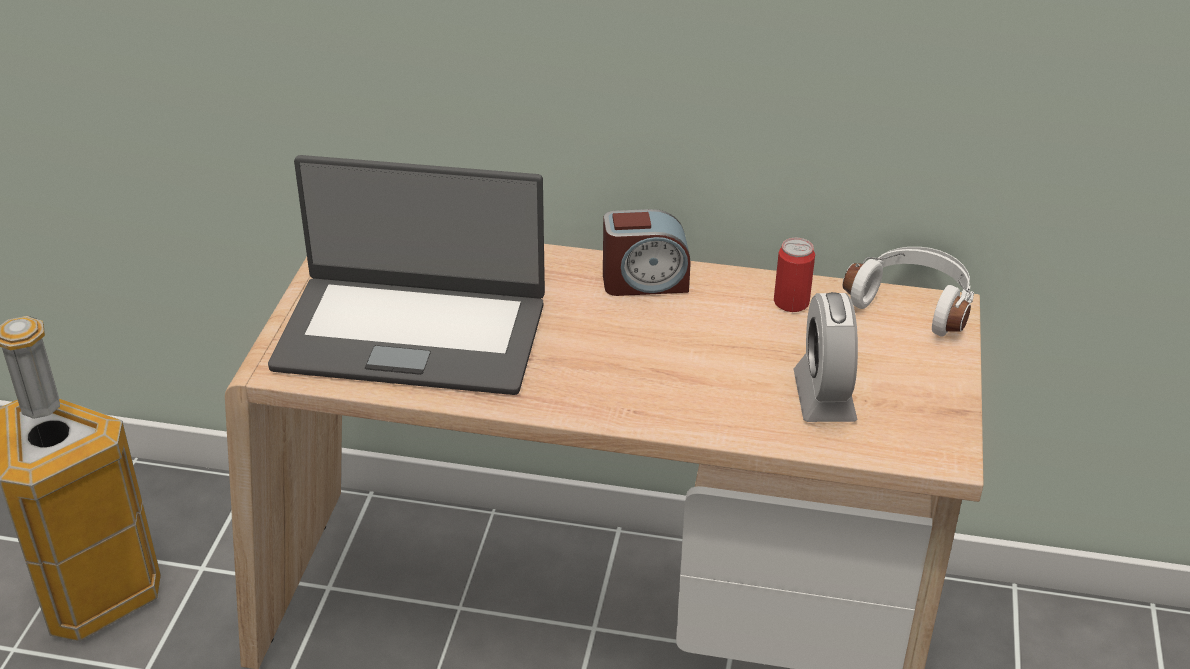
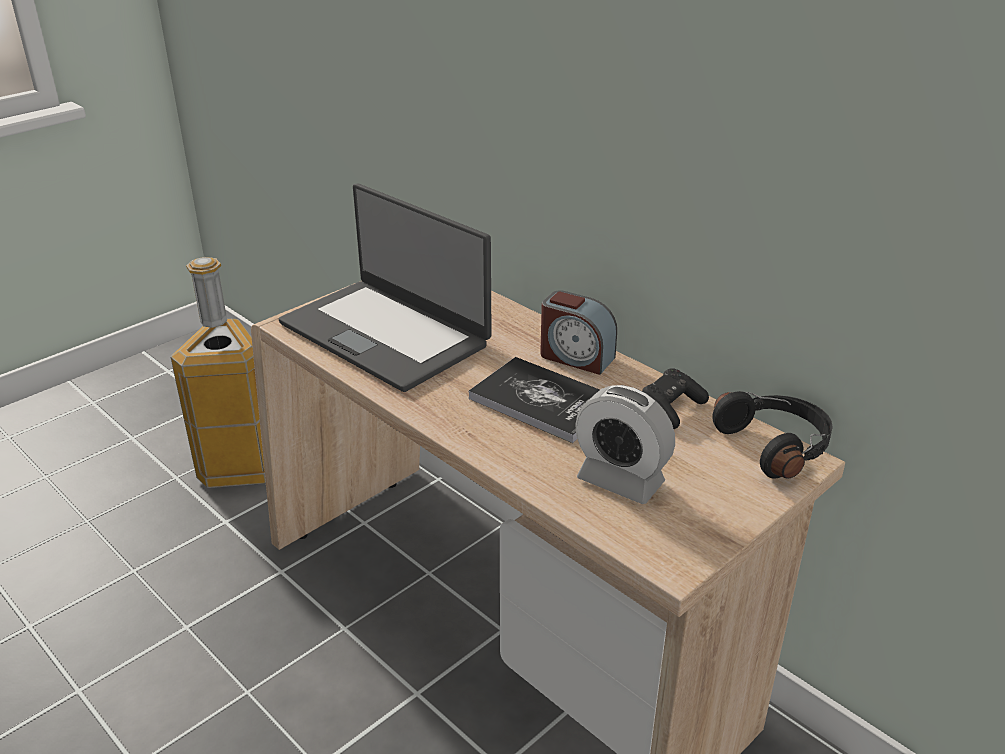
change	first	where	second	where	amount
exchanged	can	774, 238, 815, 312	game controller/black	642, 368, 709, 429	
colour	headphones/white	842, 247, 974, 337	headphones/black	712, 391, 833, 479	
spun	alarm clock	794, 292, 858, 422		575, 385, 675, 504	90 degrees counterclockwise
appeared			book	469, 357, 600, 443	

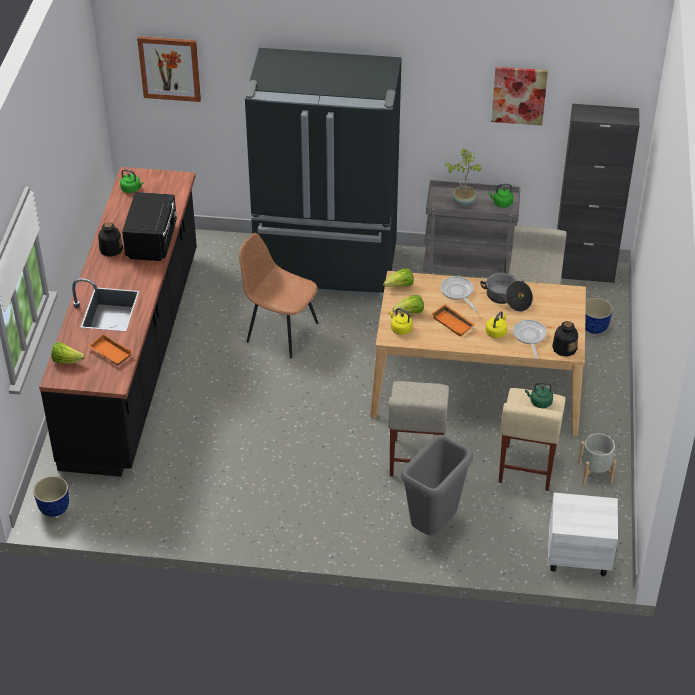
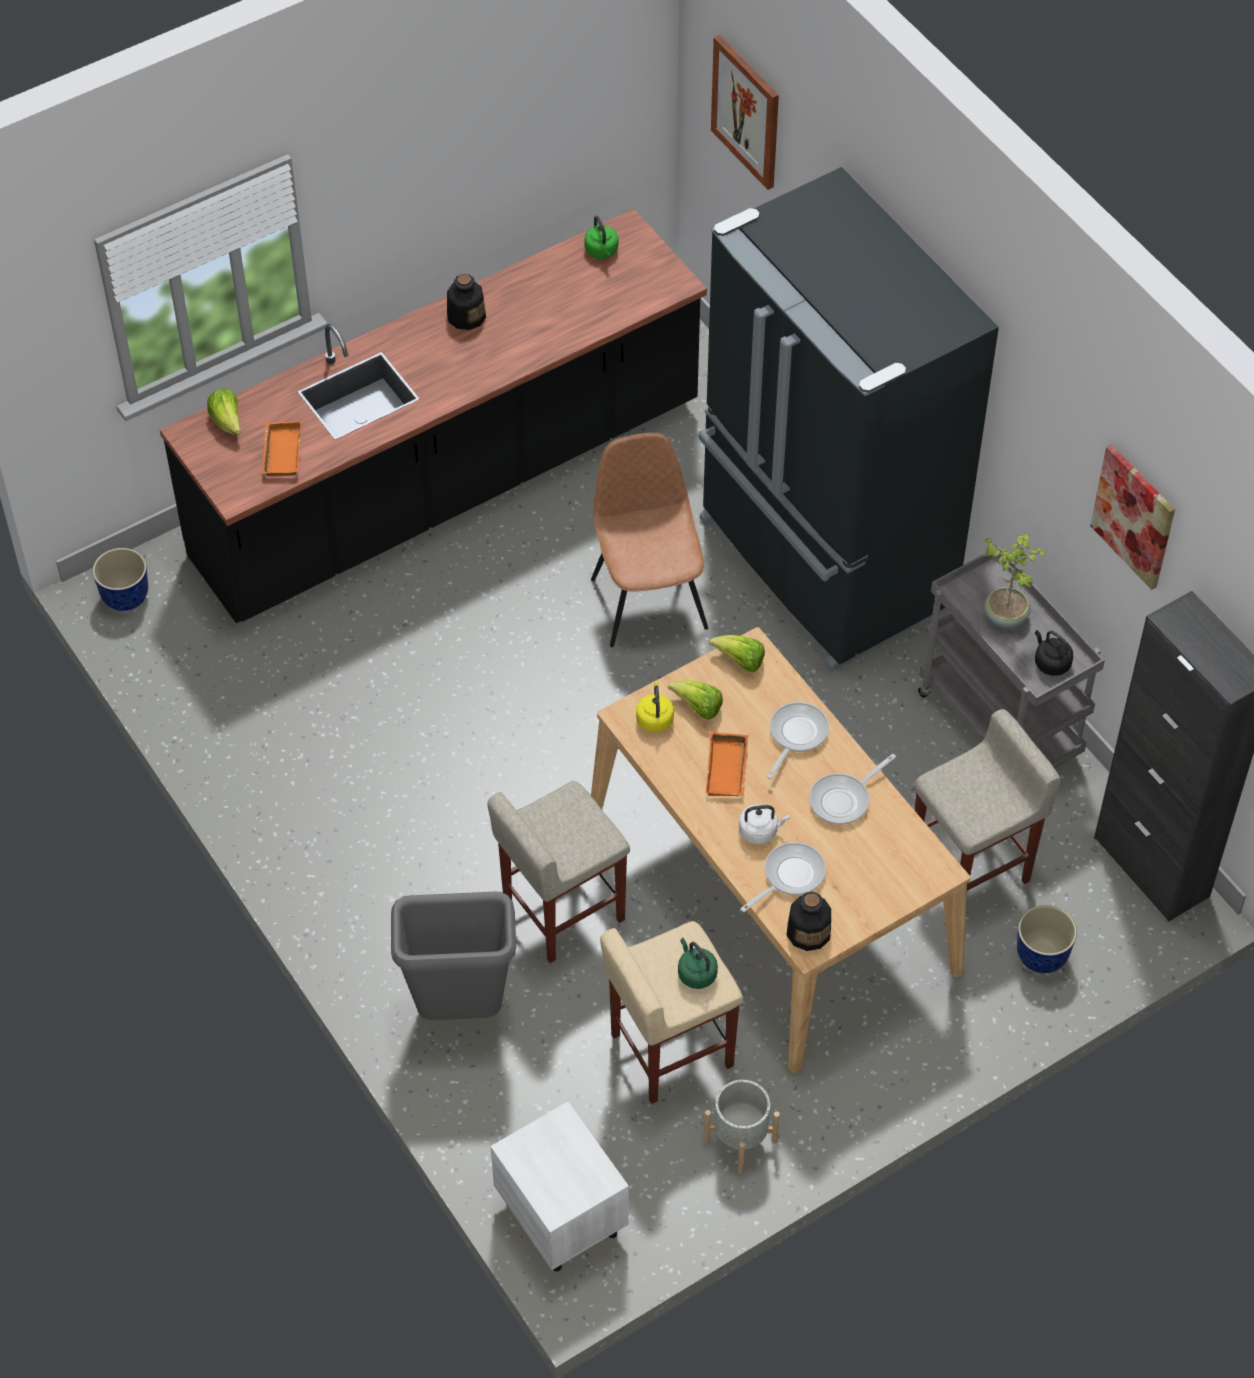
change	first	where	second	where	amount
colour	kettle/green	488, 184, 513, 208	kettle/black	1035, 630, 1073, 676	
missing	microwave/black	122, 192, 177, 261			
exchanged	cooking pot	480, 272, 533, 312	frying pan	809, 754, 896, 825	
colour	kettle/yellow	486, 311, 507, 338	kettle/white	739, 804, 790, 844	

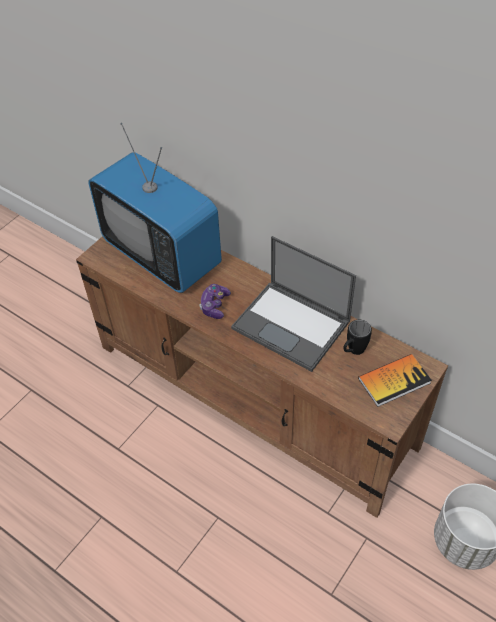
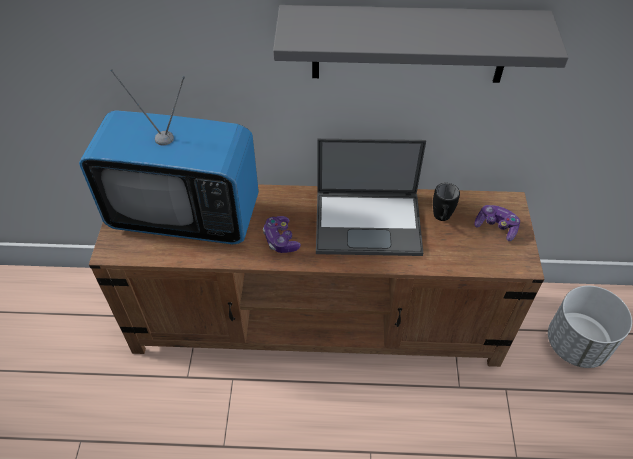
change	first	where	second	where	amount
exchanged	book	358, 354, 432, 407	game controller	474, 205, 520, 241	
appeared			shelf/grey	273, 5, 569, 83	

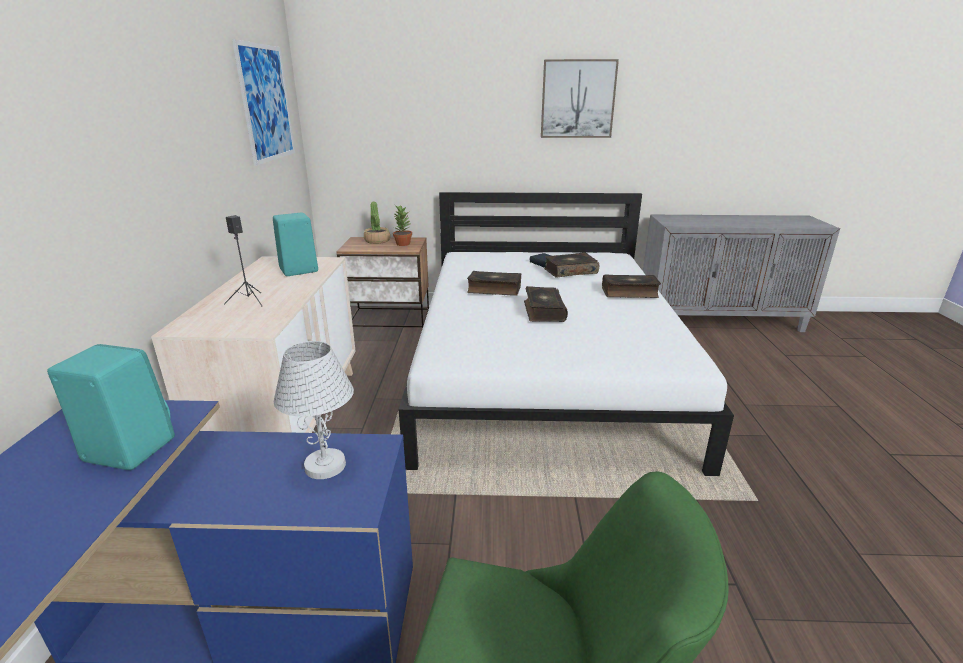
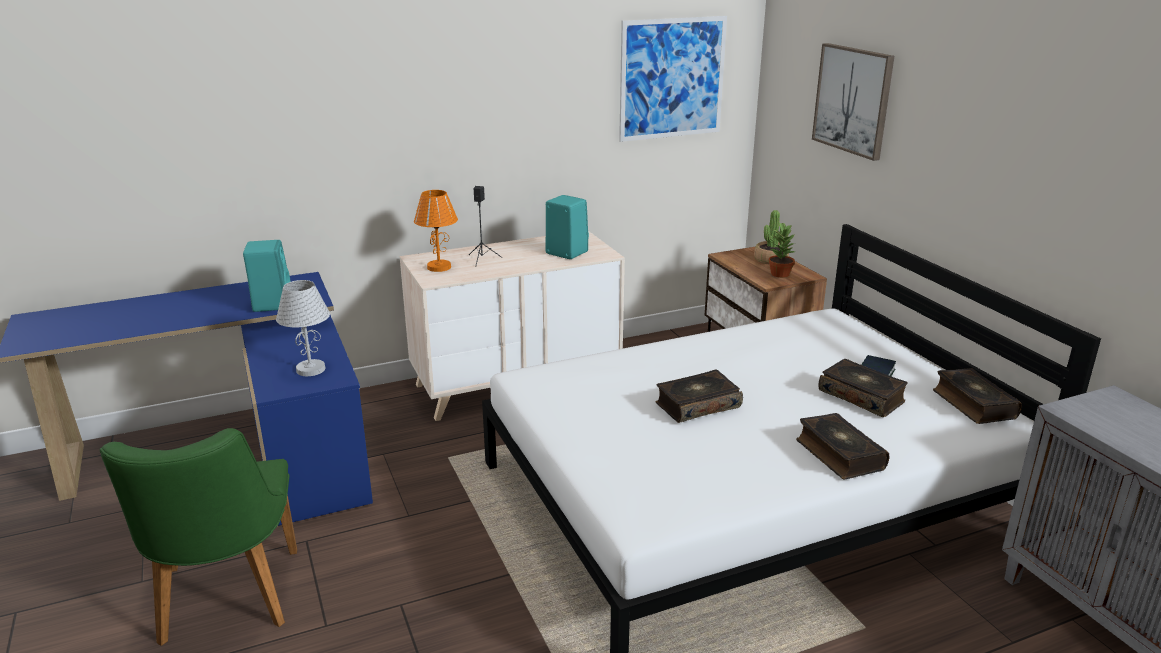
change	first	where	second	where	amount
relocated	picture	541, 59, 619, 138		812, 43, 894, 161	
relocated	book	467, 271, 521, 296		933, 368, 1022, 424	
appeared			table lamp/orange	414, 190, 458, 272	

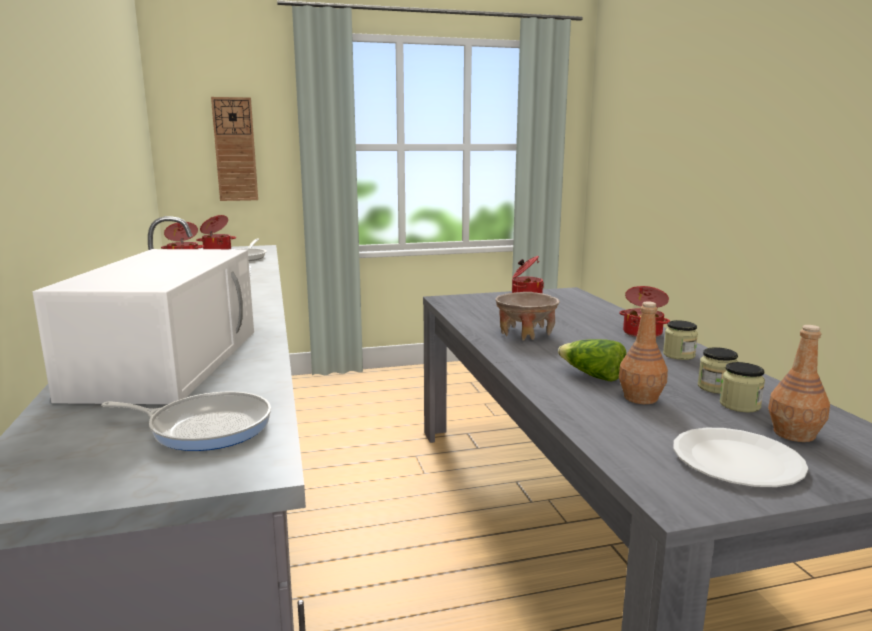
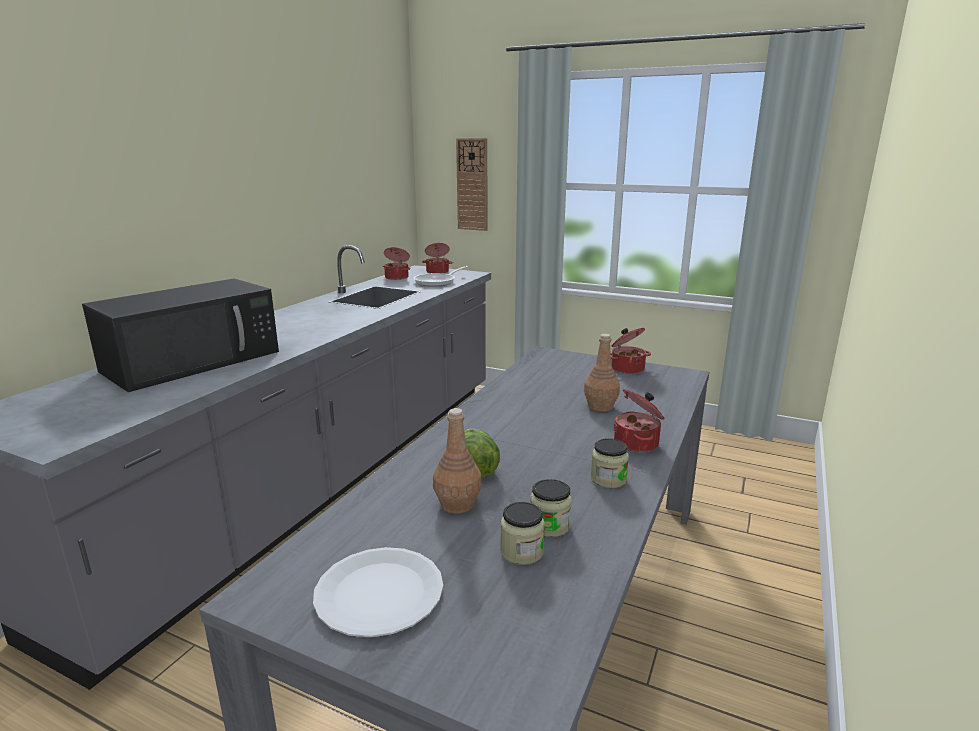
change	first	where	second	where	amount
colour	microwave/white	33, 249, 254, 404	microwave/black	82, 278, 279, 392	
missing	bowl/beige	496, 292, 560, 341			
relocated	bottle/brown	768, 325, 830, 442		584, 334, 620, 412	
missing	frying pan	101, 392, 271, 451			

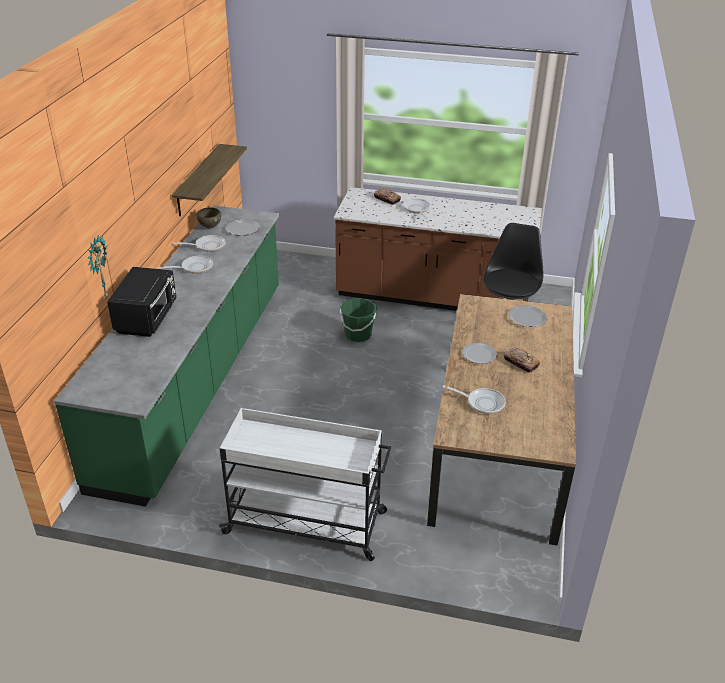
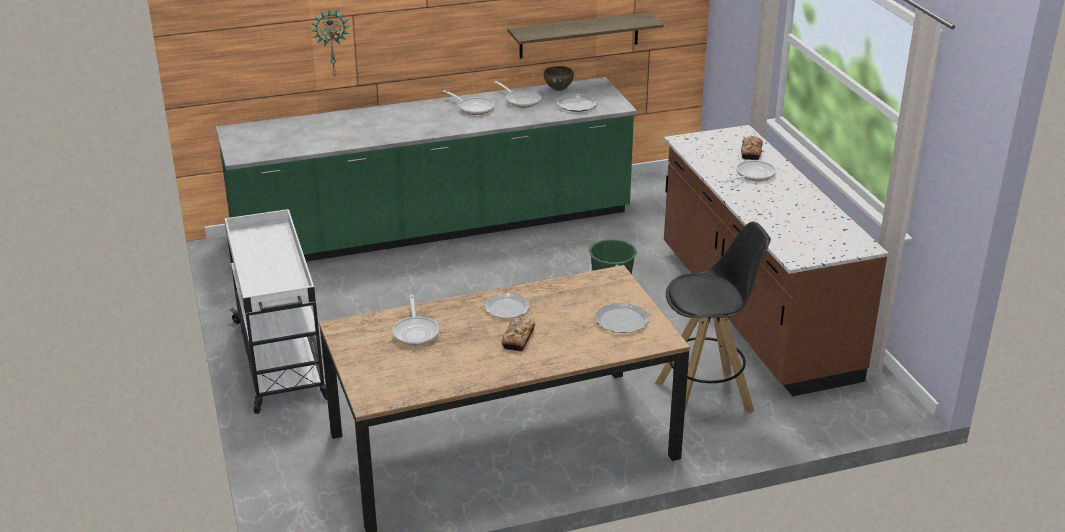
change	first	where	second	where	amount
missing	microwave/black	107, 267, 176, 337			

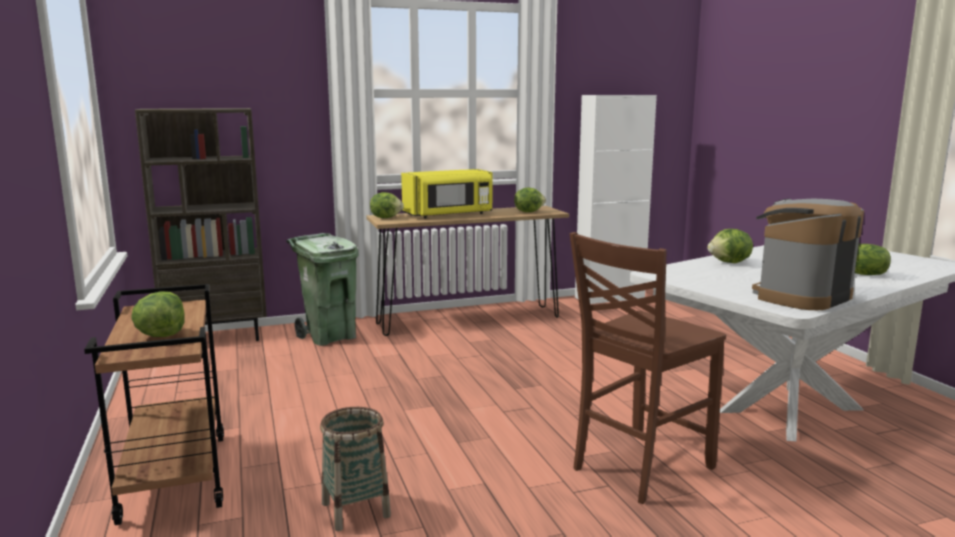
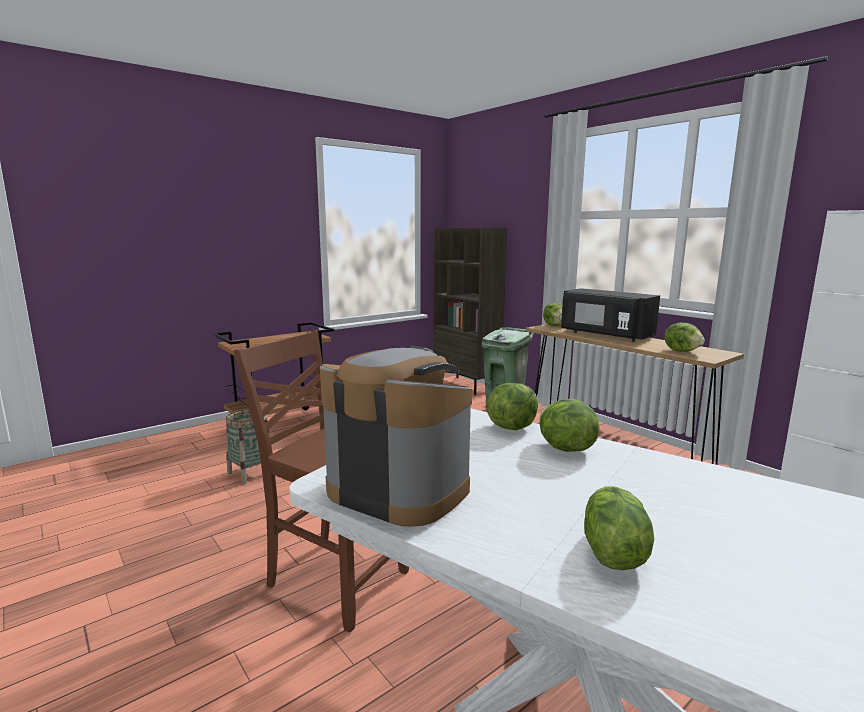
change	first	where	second	where	amount
colour	microwave/yellow	401, 169, 493, 219	microwave/black	561, 288, 660, 342	
relocated	lettuce	131, 291, 185, 337		486, 383, 538, 430	

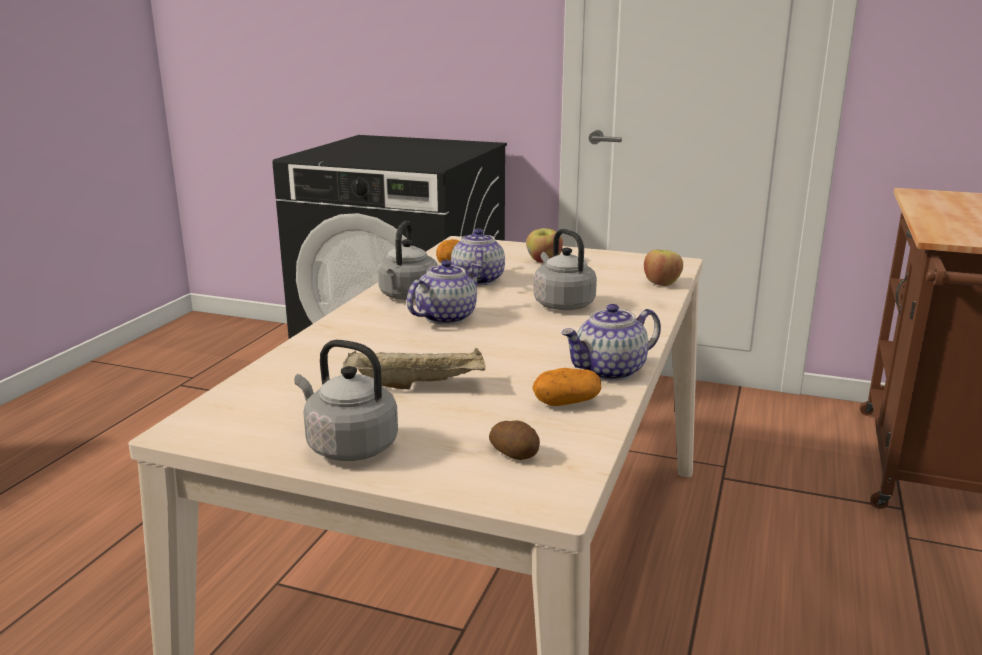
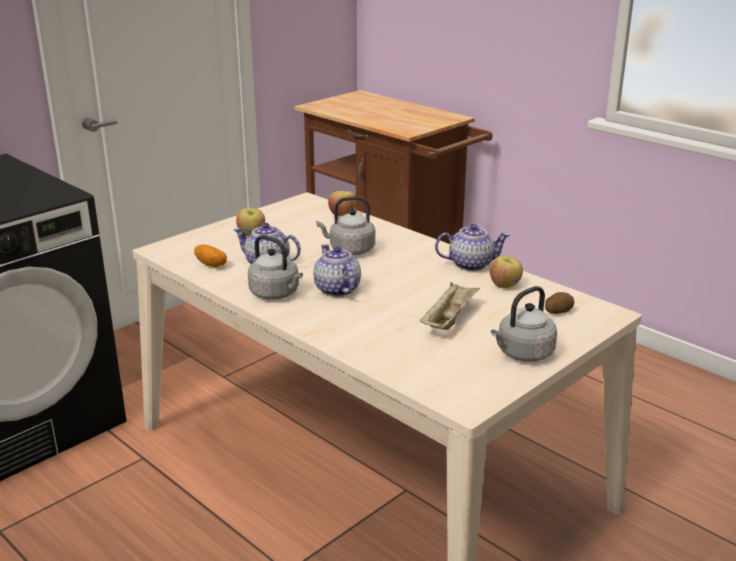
change	first	where	second	where	amount
spun	teapot	561, 304, 661, 381		435, 224, 510, 271	90 degrees counterclockwise
exchanged	potato	532, 368, 601, 406	apple	490, 255, 523, 288	

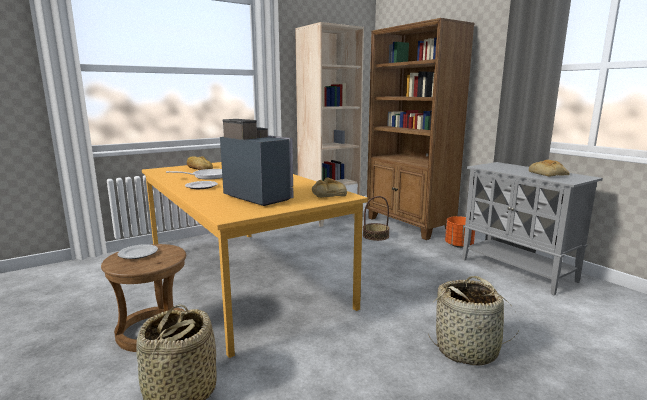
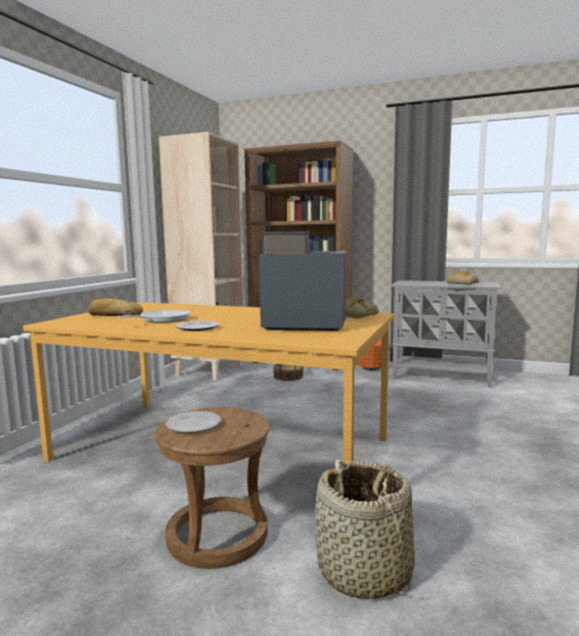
change	first	where	second	where	amount
missing	basket	428, 276, 520, 365			

